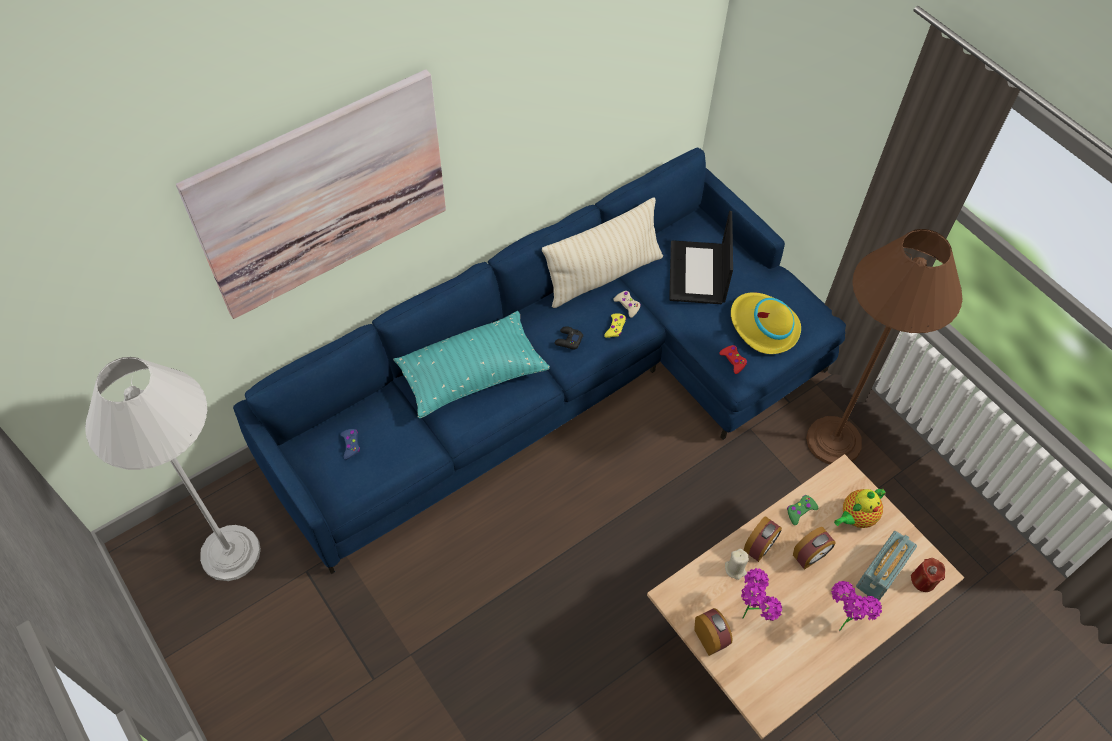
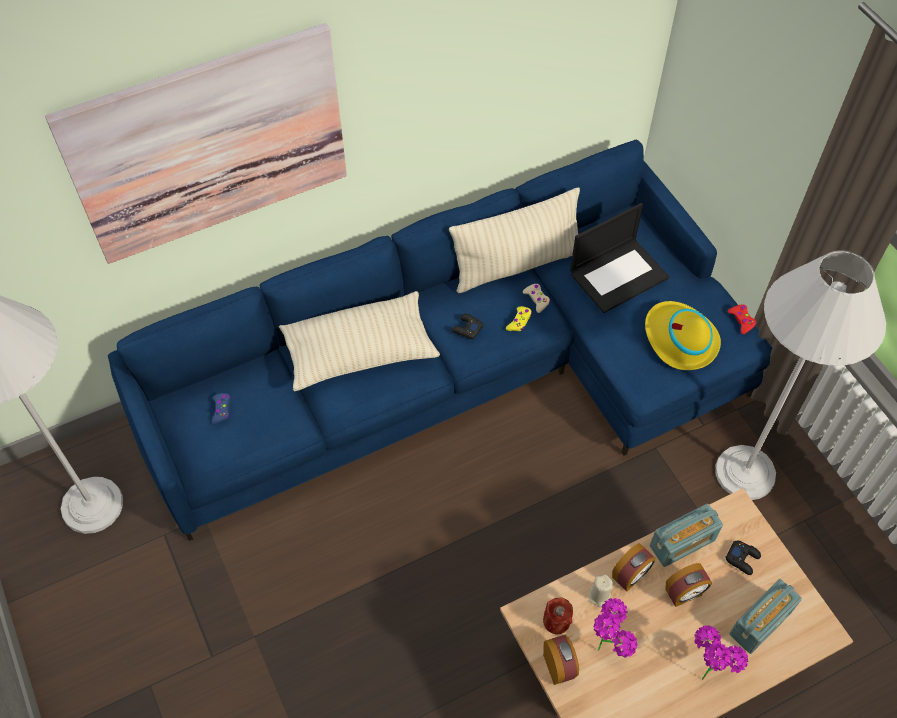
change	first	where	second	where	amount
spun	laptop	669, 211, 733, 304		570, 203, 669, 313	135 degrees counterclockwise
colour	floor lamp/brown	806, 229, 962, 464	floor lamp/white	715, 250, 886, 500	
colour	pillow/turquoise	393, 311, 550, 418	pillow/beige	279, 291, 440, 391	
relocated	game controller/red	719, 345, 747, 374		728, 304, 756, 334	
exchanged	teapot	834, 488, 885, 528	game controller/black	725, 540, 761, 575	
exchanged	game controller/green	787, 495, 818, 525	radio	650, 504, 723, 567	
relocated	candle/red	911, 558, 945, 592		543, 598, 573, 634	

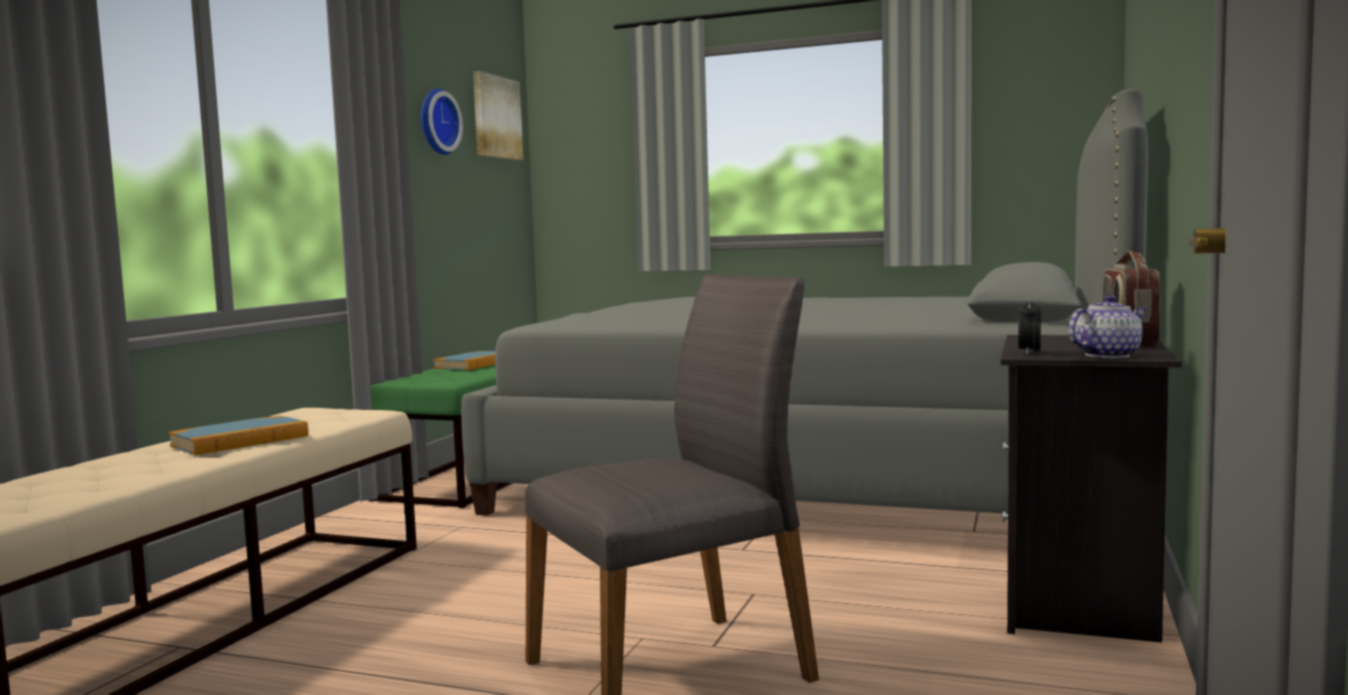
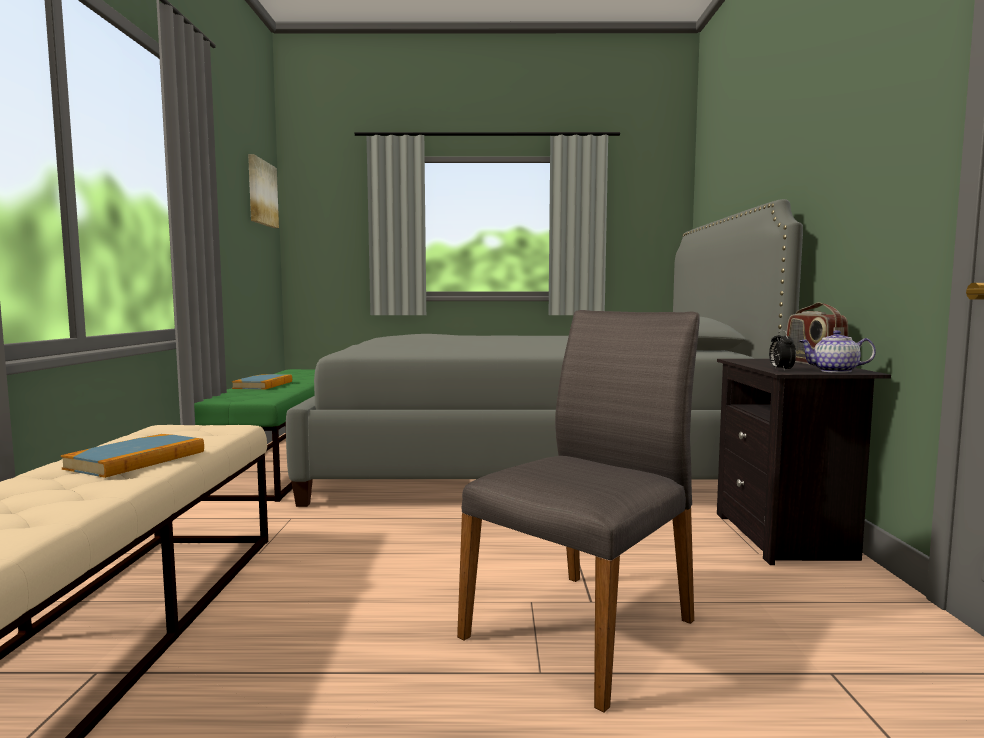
change	first	where	second	where	amount
missing	wall clock	421, 88, 463, 155			
spun	teapot	1069, 295, 1147, 358		799, 330, 876, 373	120 degrees counterclockwise

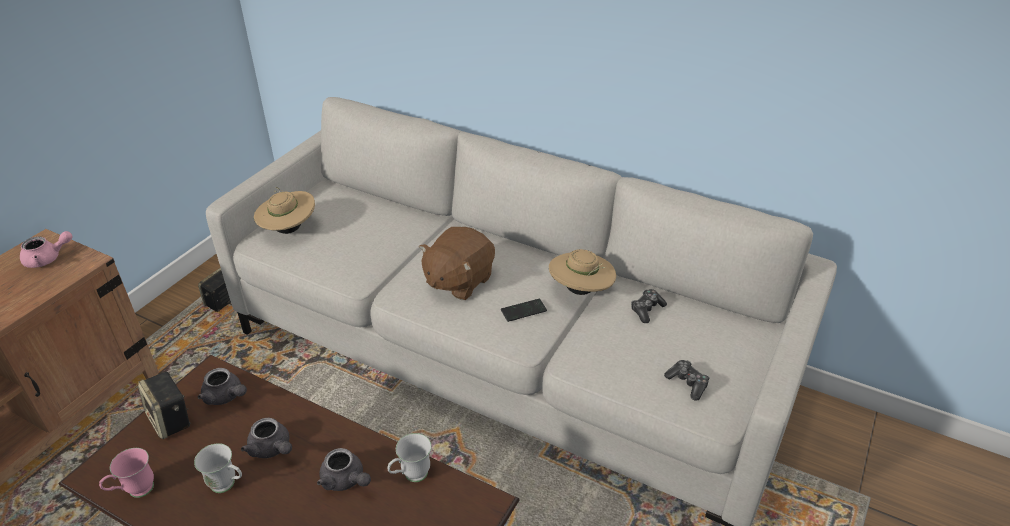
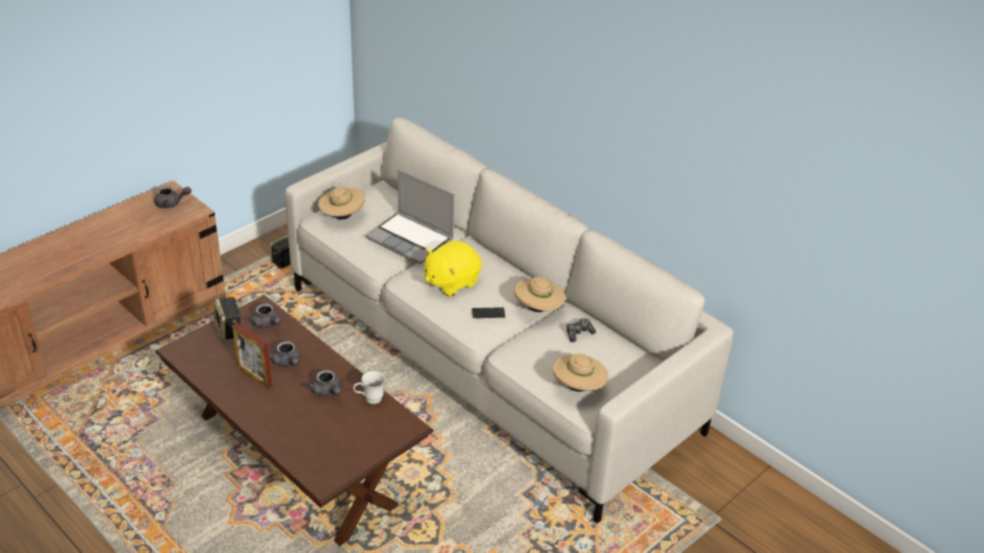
change	first	where	second	where	amount
colour	plush toy/brown	419, 227, 495, 300	plush toy/yellow	424, 240, 482, 297	
colour	teapot/pink	20, 231, 73, 268	teapot/grey	154, 186, 191, 208	
exchanged	game controller	664, 360, 710, 401	hat/beige	552, 354, 608, 392	
exchanged	mug/white	194, 443, 242, 493	picture frame	232, 323, 273, 389	
missing	mug/pink	99, 448, 154, 498			
appeared			laptop	366, 169, 454, 264	

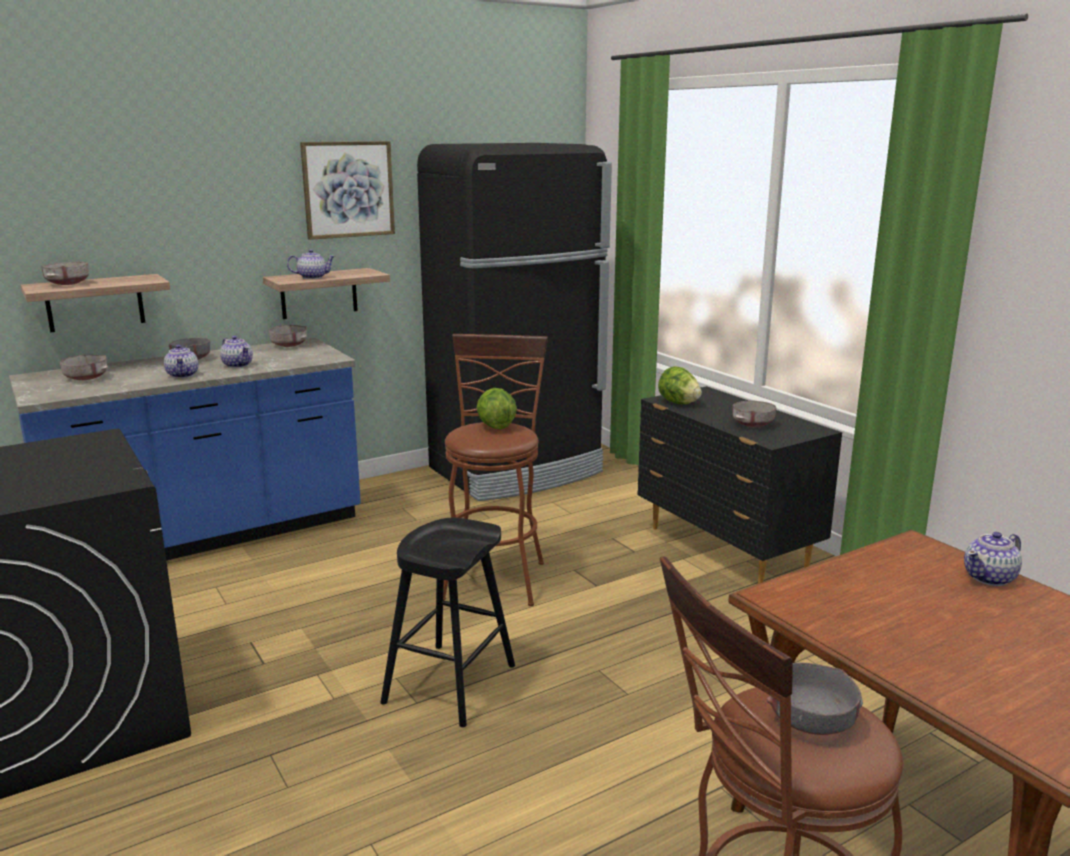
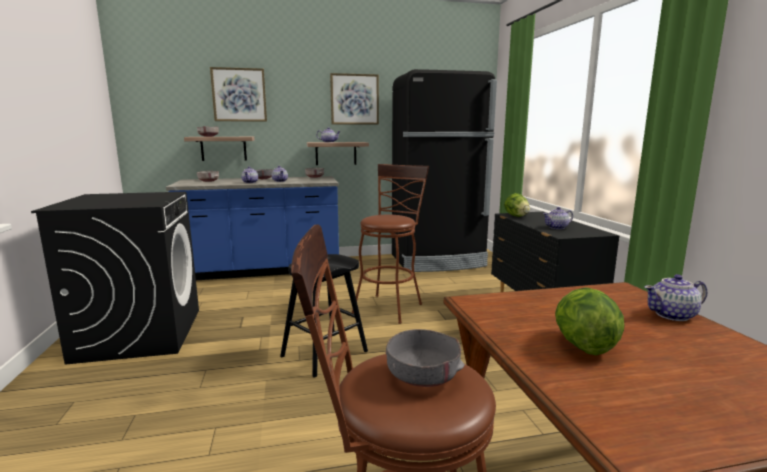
change	first	where	second	where	amount
relocated	lettuce	476, 388, 517, 430		555, 287, 625, 355	
exchanged	bowl/grey	732, 400, 776, 427	teapot	543, 207, 573, 229	
appeared			picture	210, 67, 267, 122	

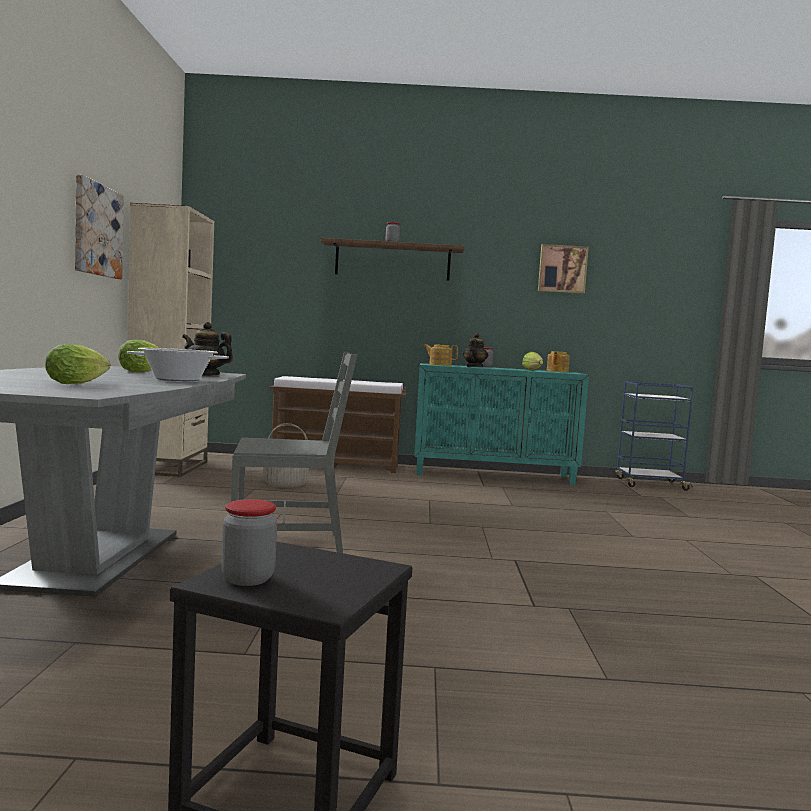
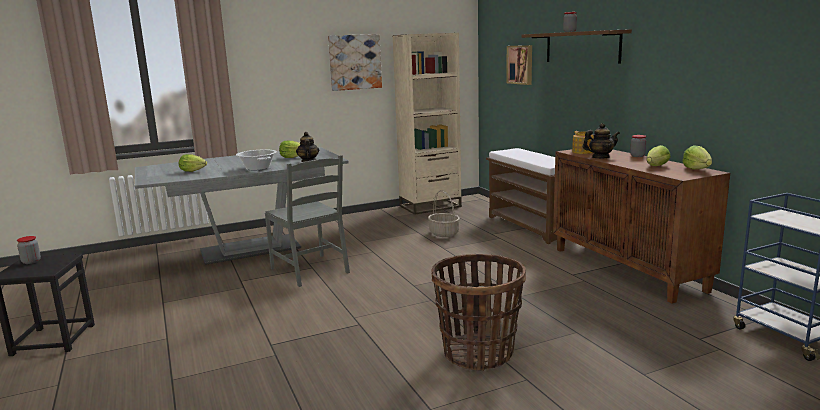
change	first	where	second	where	amount
relocated	picture	538, 244, 589, 294		506, 45, 532, 85	
exchanged	teapot	547, 351, 570, 372	lettuce	682, 145, 712, 170	
colour	cabinet/turquoise	414, 363, 589, 485	cabinet/brown	553, 149, 730, 304	
appeared			basket	432, 254, 526, 371	

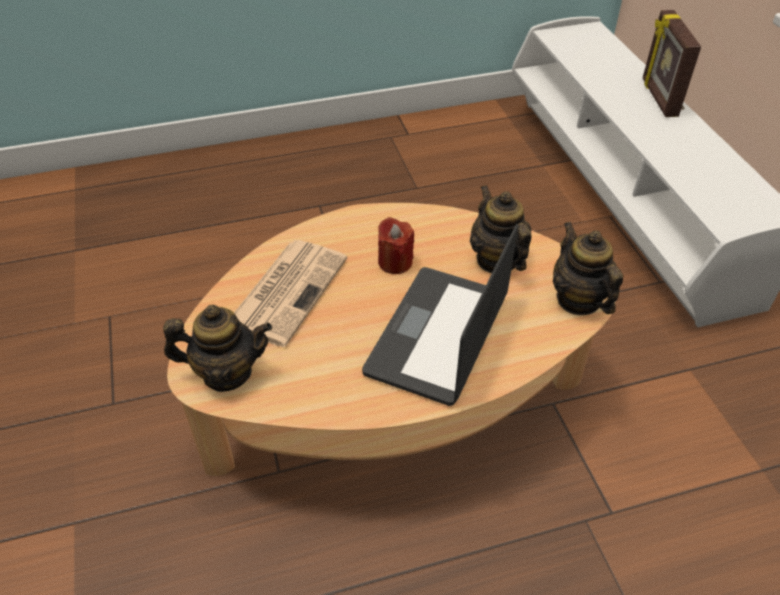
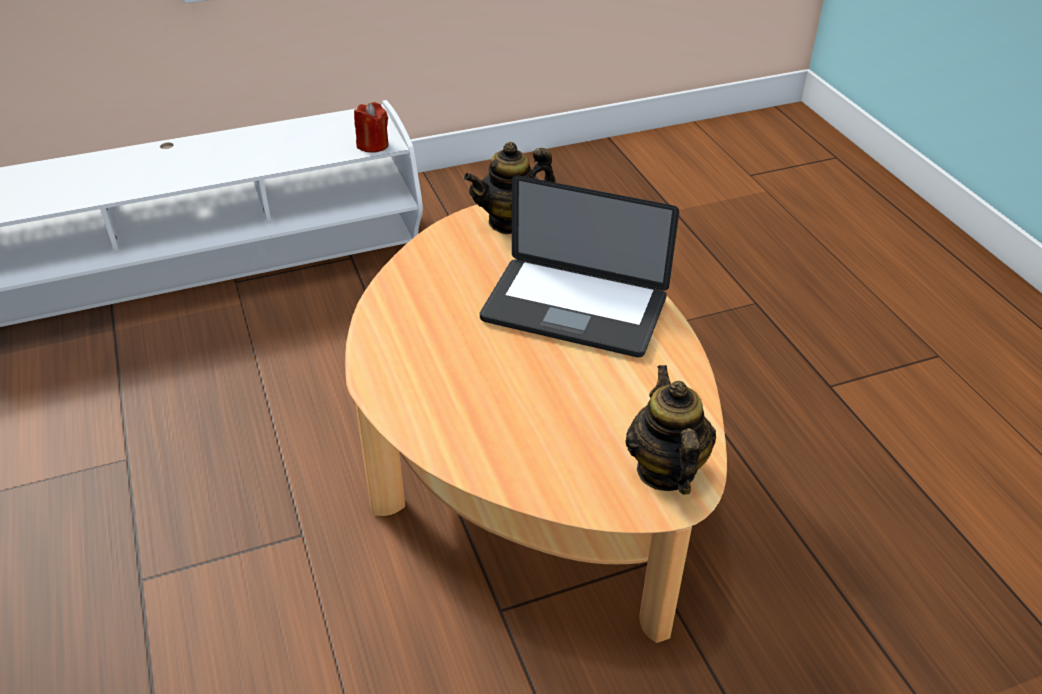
change	first	where	second	where	amount
missing	picture frame	643, 10, 701, 117			
missing	teapot	470, 185, 532, 273			
relocated	candle/red	378, 217, 414, 274		354, 102, 388, 152	
missing	newspaper	234, 240, 347, 347			

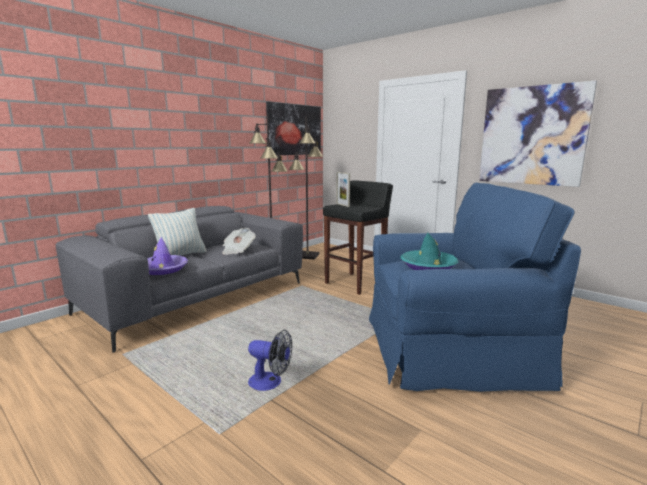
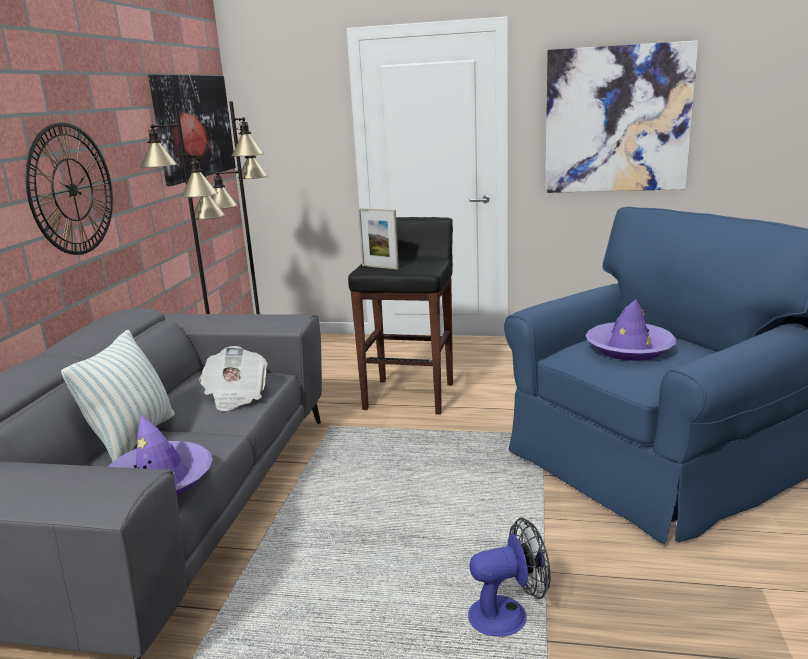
change	first	where	second	where	amount
colour	hat/turquoise	400, 232, 458, 270	hat/purple	585, 300, 677, 361	
appeared			wall clock	25, 123, 113, 255	

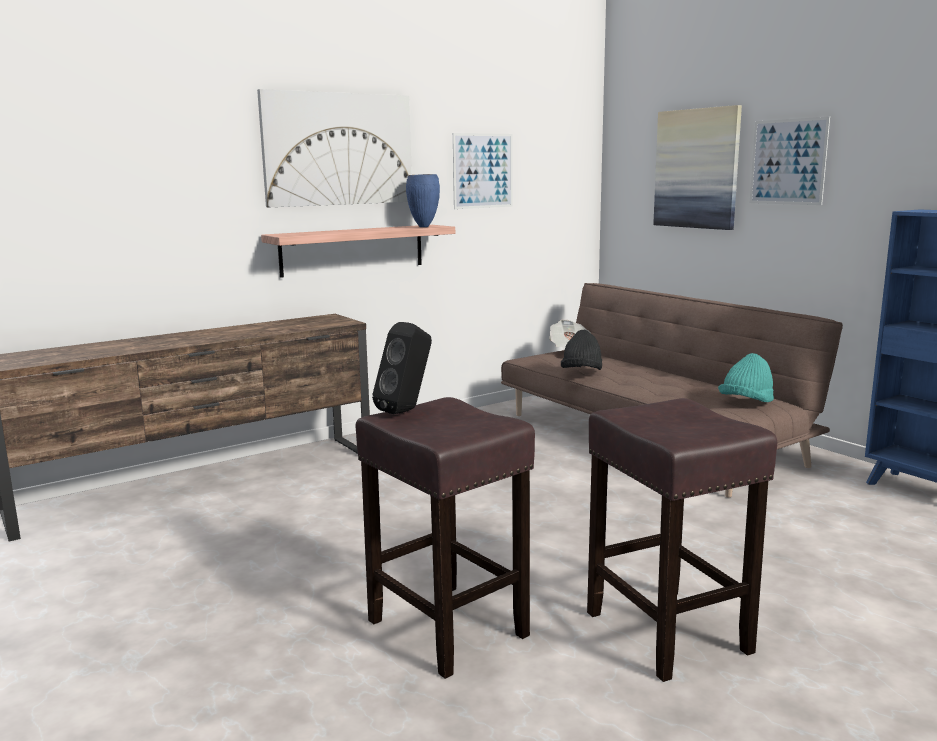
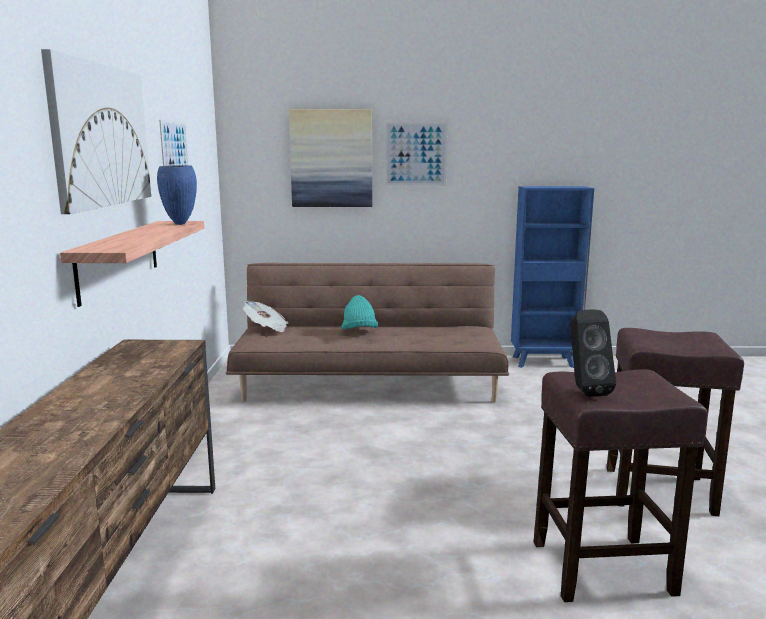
change	first	where	second	where	amount
missing	hat/black	561, 330, 602, 370			
relocated	hat/turquoise	718, 353, 774, 402		341, 295, 378, 329	

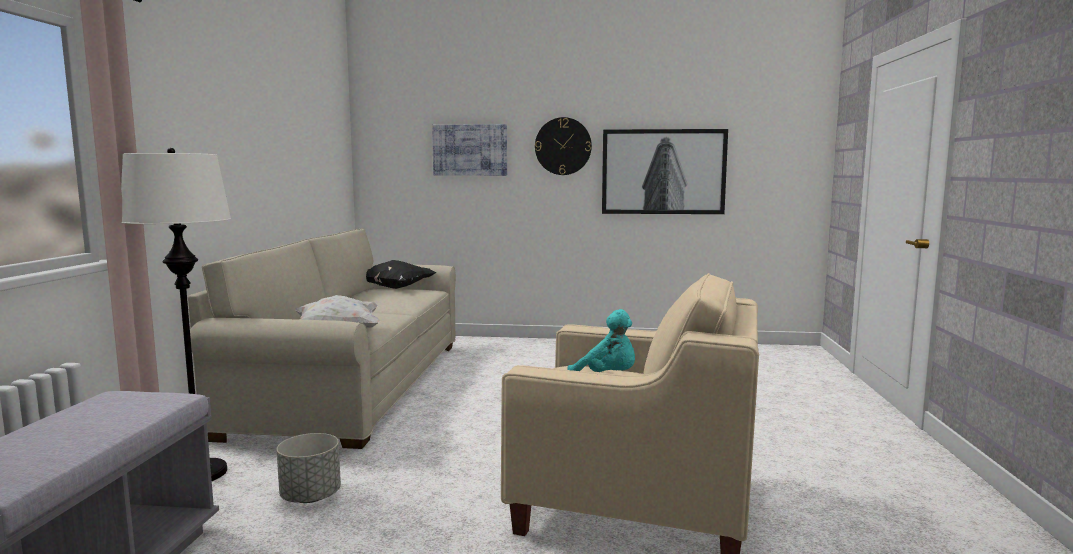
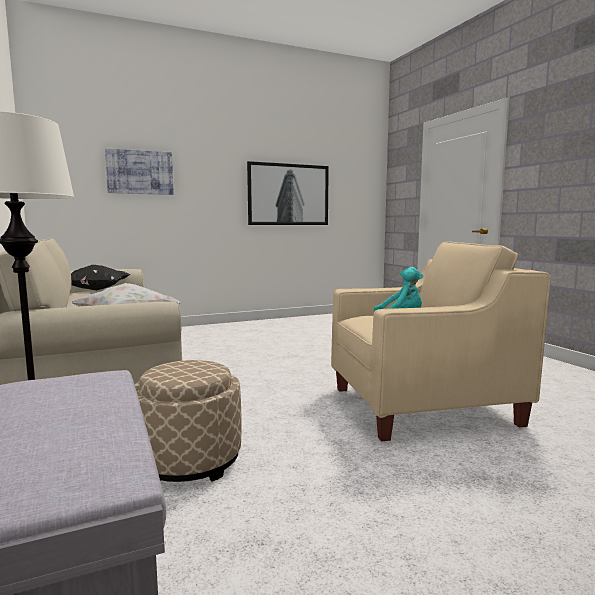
change	first	where	second	where	amount
missing	wall clock	535, 117, 592, 175			
exchanged	planter/grey	276, 433, 341, 503	ottoman/beige	135, 360, 241, 482	

